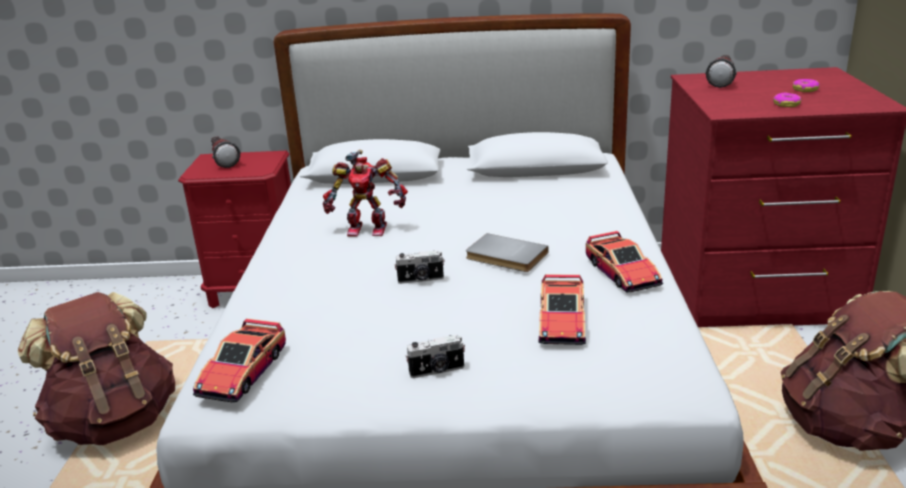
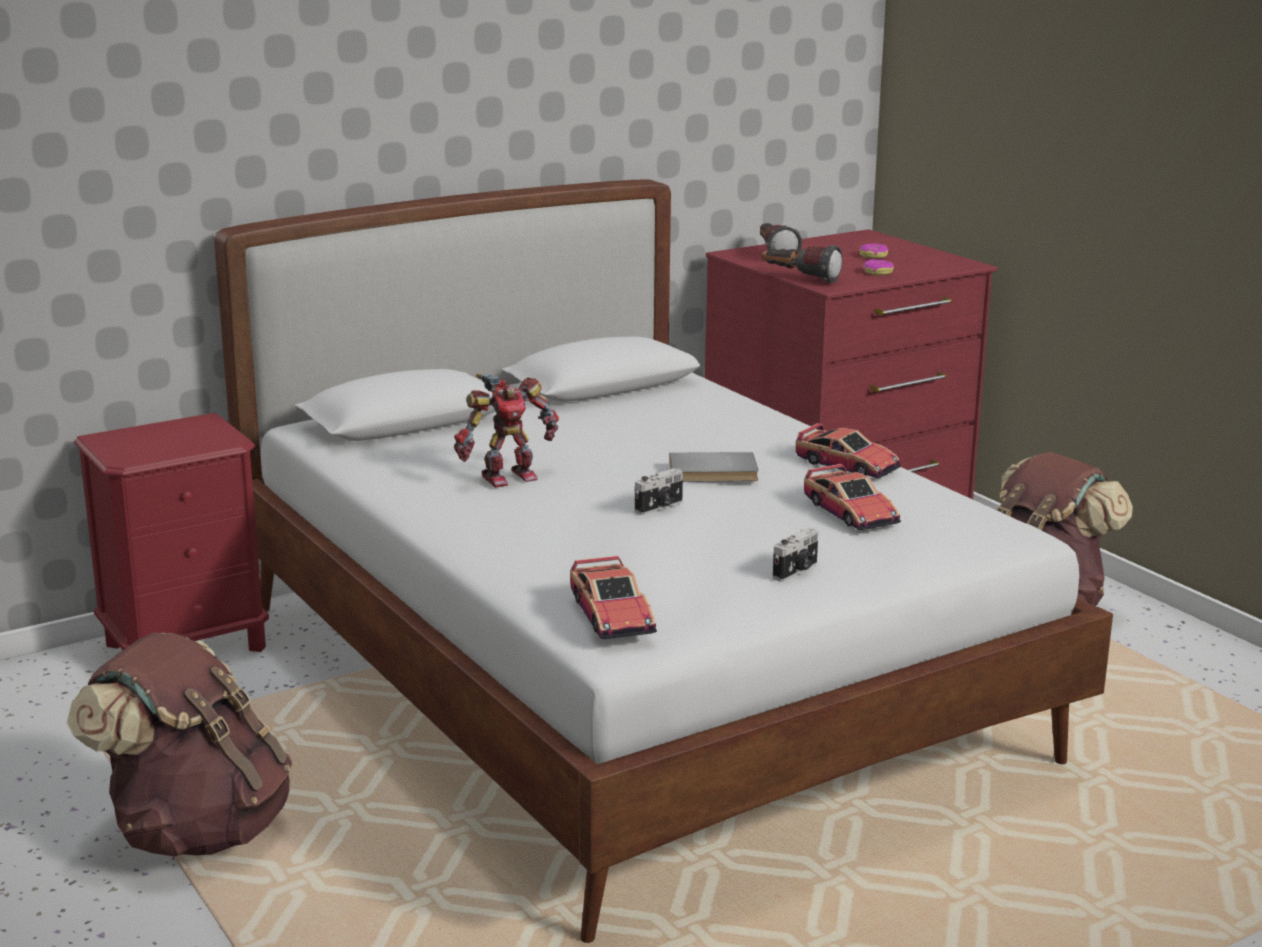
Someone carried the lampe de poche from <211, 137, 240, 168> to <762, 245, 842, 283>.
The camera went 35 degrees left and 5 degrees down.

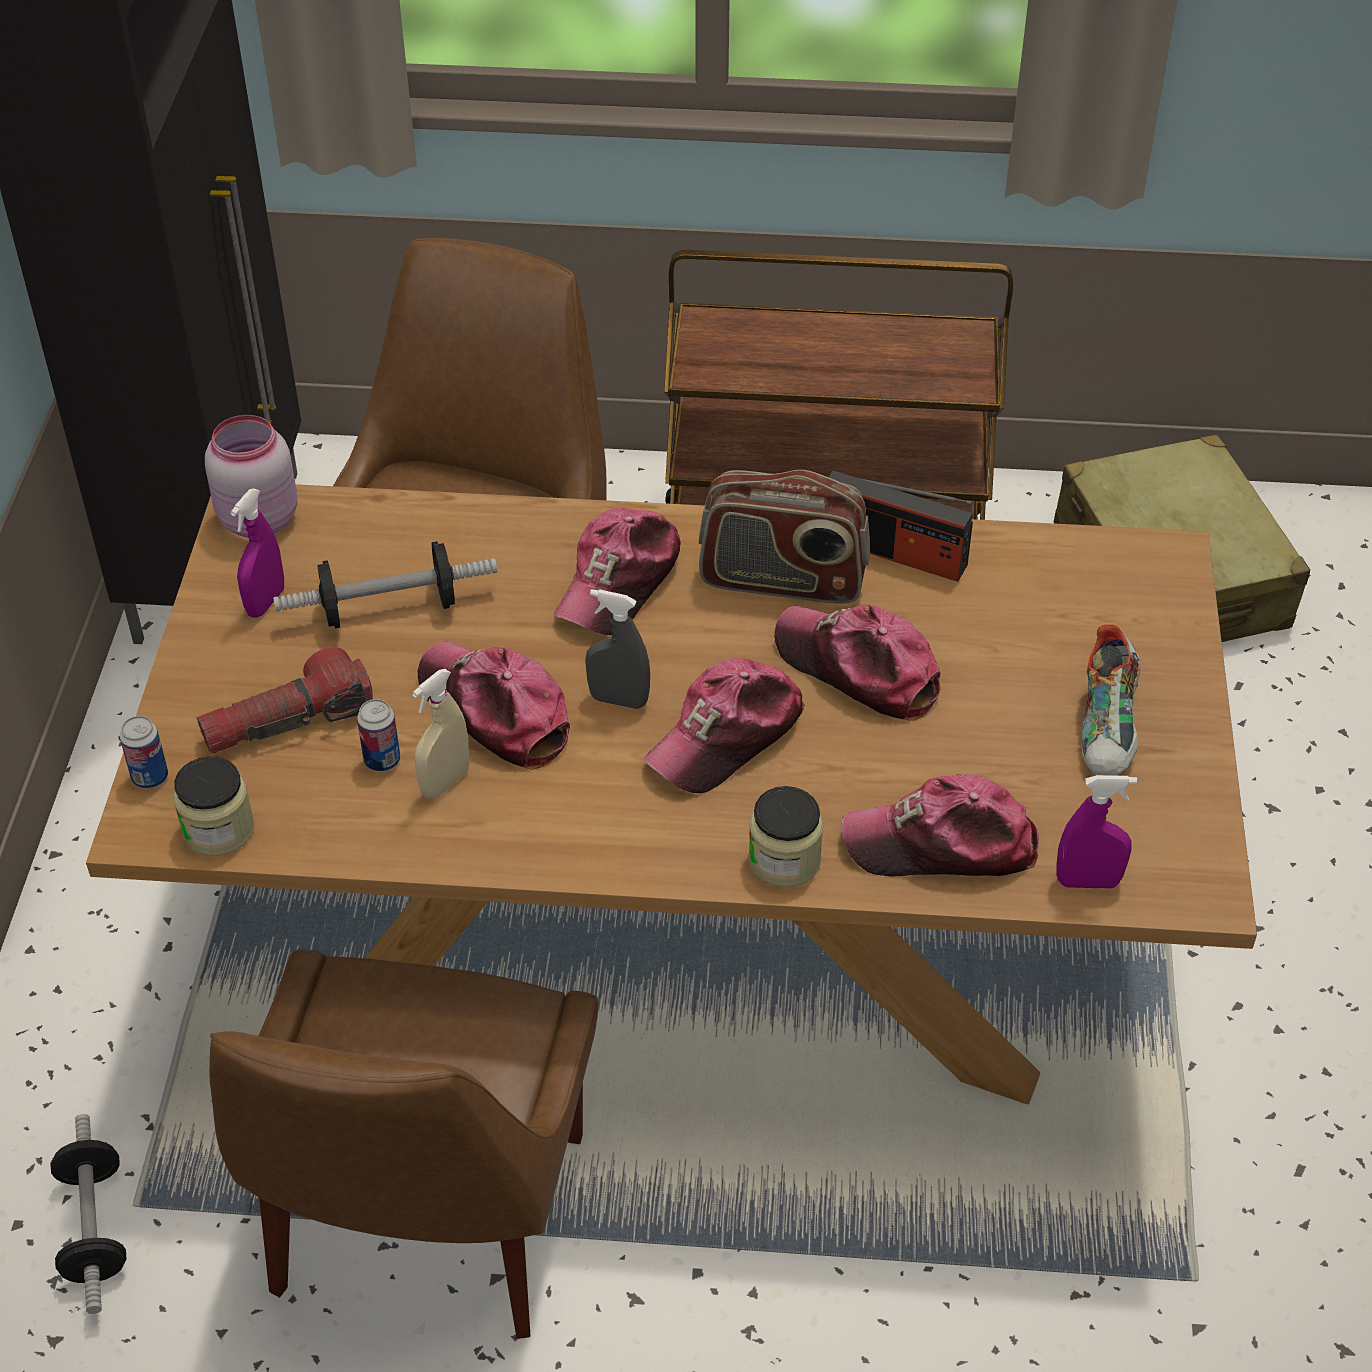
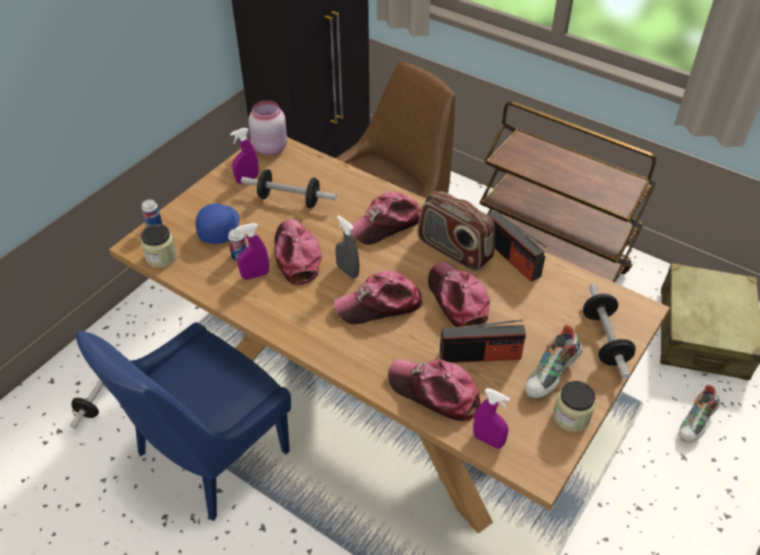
Someone swapped the lampe de poche at <197, 647, 373, 754> for the casquette/bleu at <196, 203, 240, 244>.
Someone repainted the chaise/marron at <209, 949, 598, 1339>, which became the chaise/bleu at <76, 322, 291, 521>.
Someone repainted the vaporisateur/beige at <412, 669, 469, 799>, which became the vaporisateur/violet at <236, 223, 269, 280>.
Someone carried the bocal from <748, 786, 824, 887> to <553, 381, 596, 432>.
Someone put down the radio at <440, 319, 526, 363>.
Someone put down the haltère at <583, 284, 636, 379>.
Someone put down the chaussure at <679, 385, 720, 443>.
The camera went 30 degrees right and 0 degrees up.

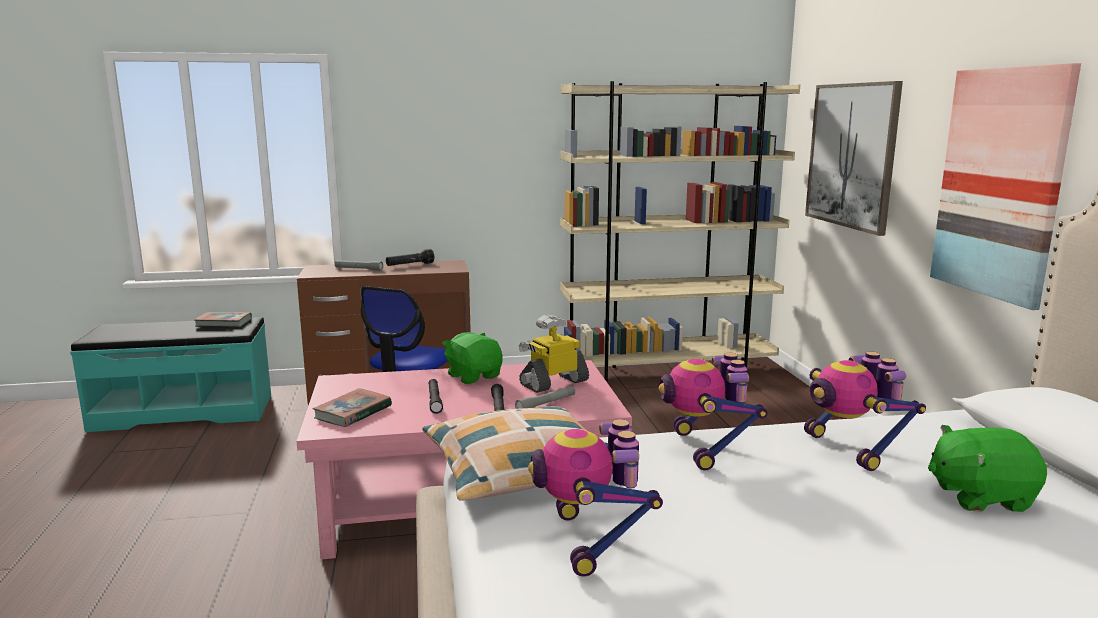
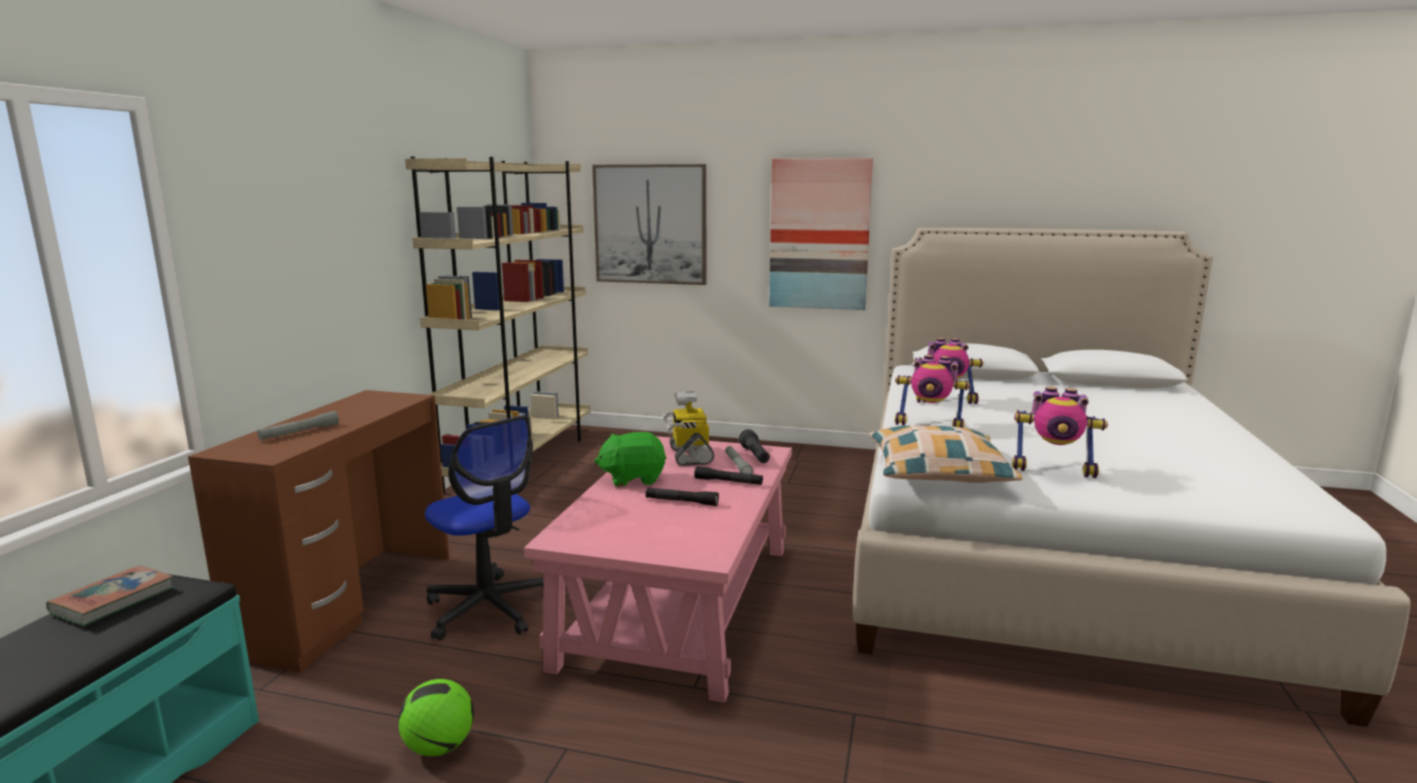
Someone took away the livre at <312, 388, 392, 427>.
Someone carried the lampe de poche/noir from <386, 249, 434, 266> to <739, 429, 770, 463>.
Someone took away the peluche/vert at <928, 425, 1047, 512>.
Someone put down the ballon de foot at <398, 679, 474, 756>.
The camera went 65 degrees left and 0 degrees up.

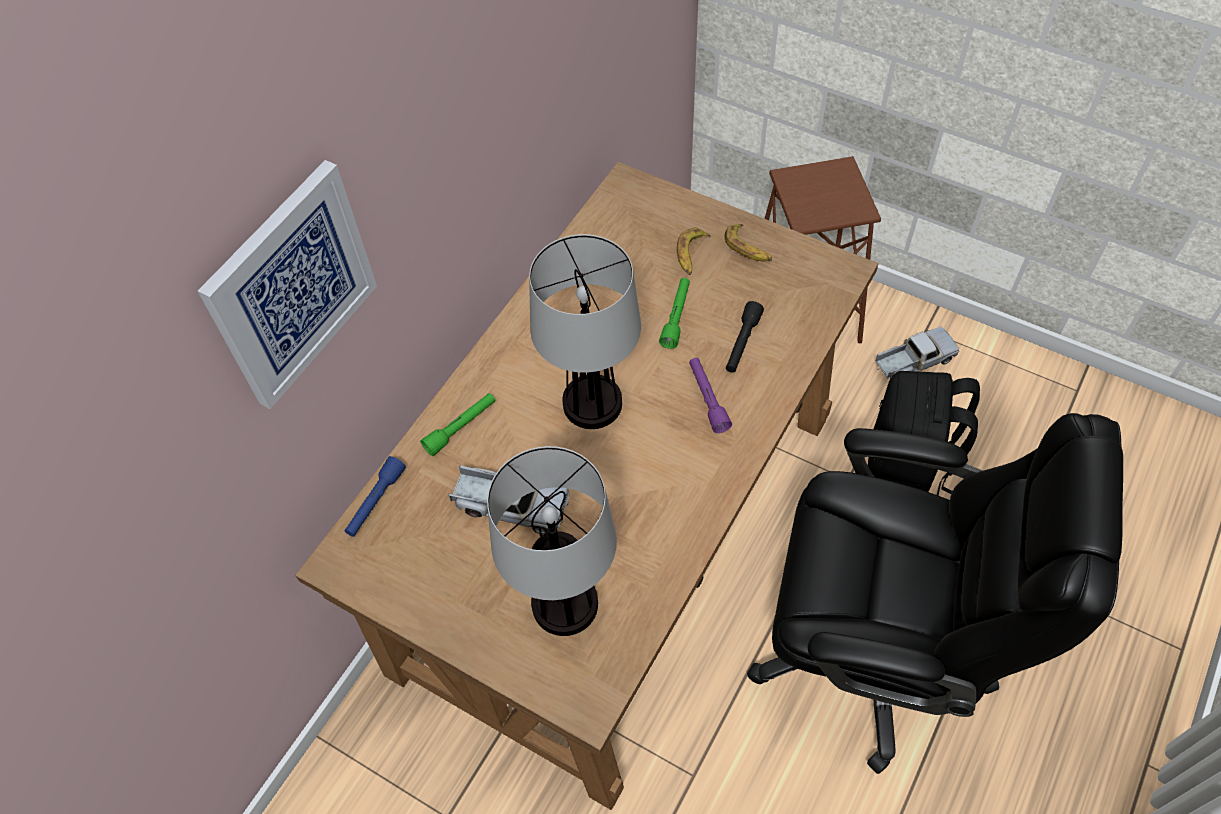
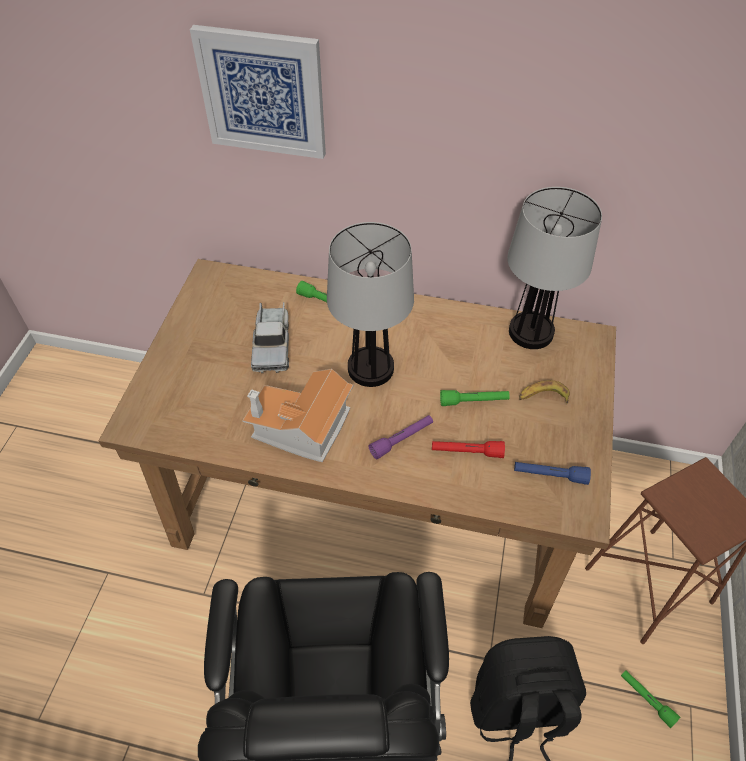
Someone carried the lampe de poche/bleu from <344, 456, 406, 537> to <514, 462, 591, 485>.
Someone carried the lampe de table from <487, 446, 617, 636> to <507, 187, 602, 349>.
Someone took away the banane at <724, 224, 772, 261>.
Someone repainted the lampe de poche/noir at <726, 301, 764, 373>, which became the lampe de poche/rouge at <432, 441, 505, 458>.
Someone swapped the camion jouet at <875, 327, 959, 379> for the lampe de poche/vert at <621, 670, 680, 728>.
Someone put down the maison miniature at <242, 369, 354, 463>.
The camera went 70 degrees right and 5 degrees down.

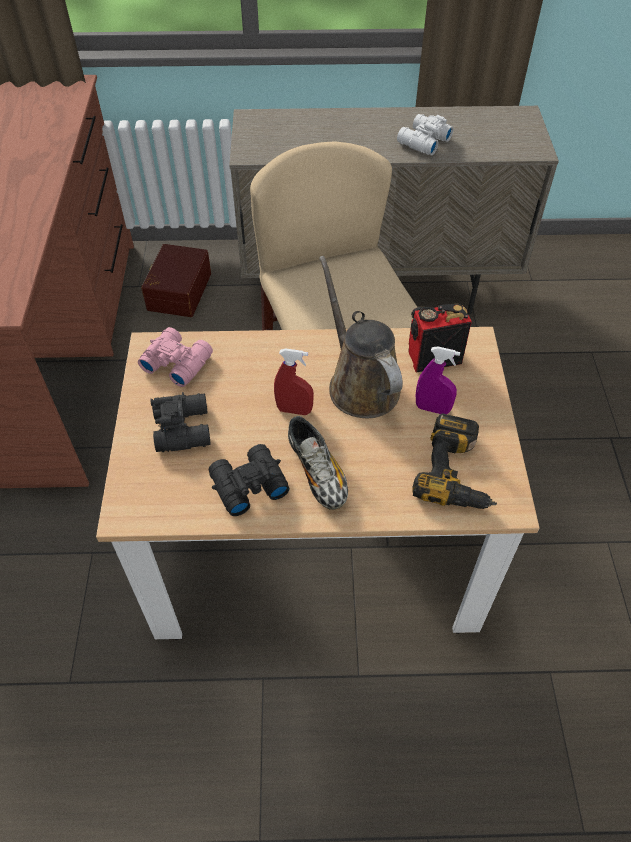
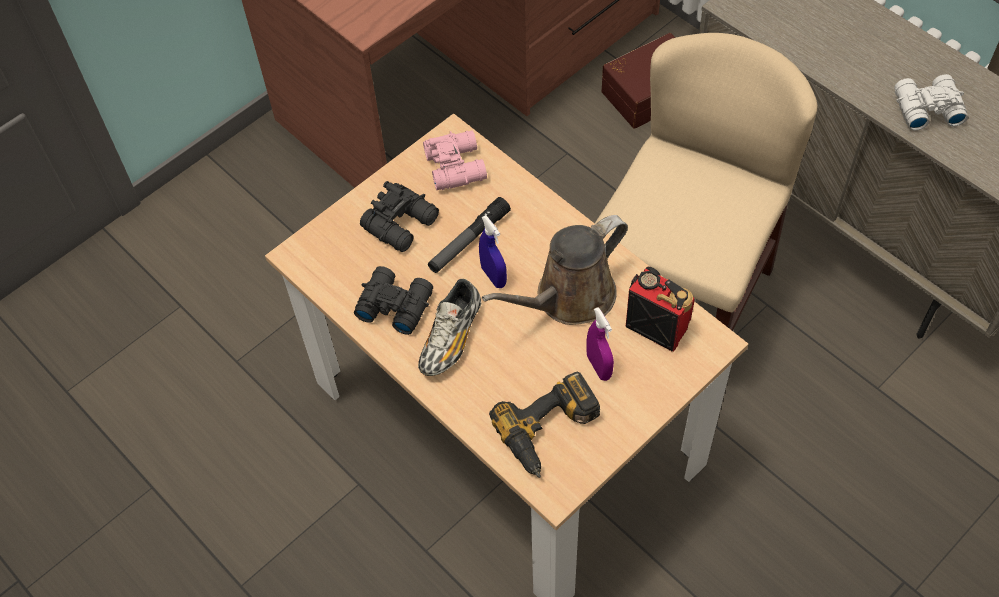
Someone repainted the vaporisateur/rouge at <274, 348, 314, 415>, which became the vaporisateur/bleu at <479, 215, 507, 288>.
Someone rotated the arrosoir/marron at <319, 256, 403, 418> by 150 degrees counterclockwise.
Someone put down the lampe de poche at <428, 197, 511, 273>.
The camera went 50 degrees right and 5 degrees up.

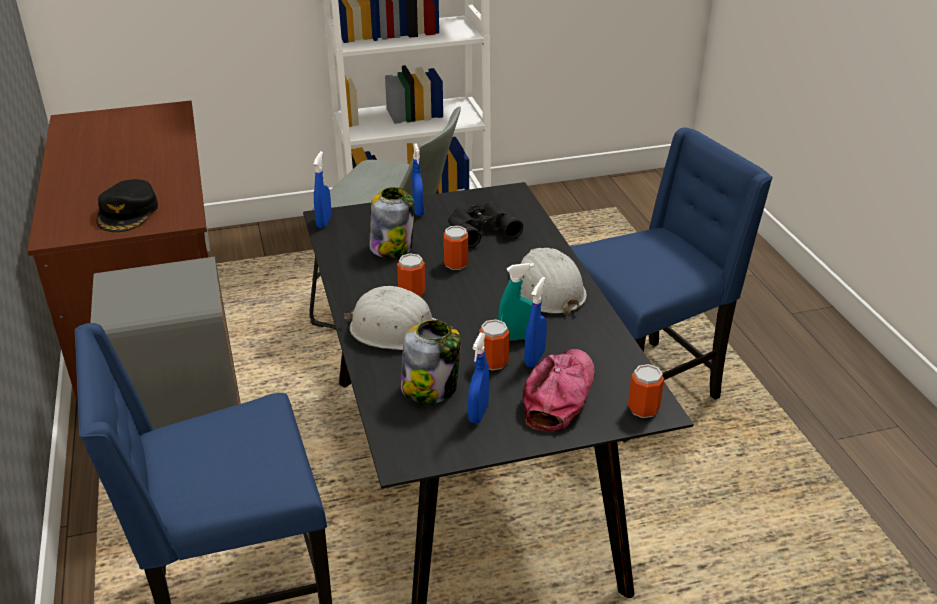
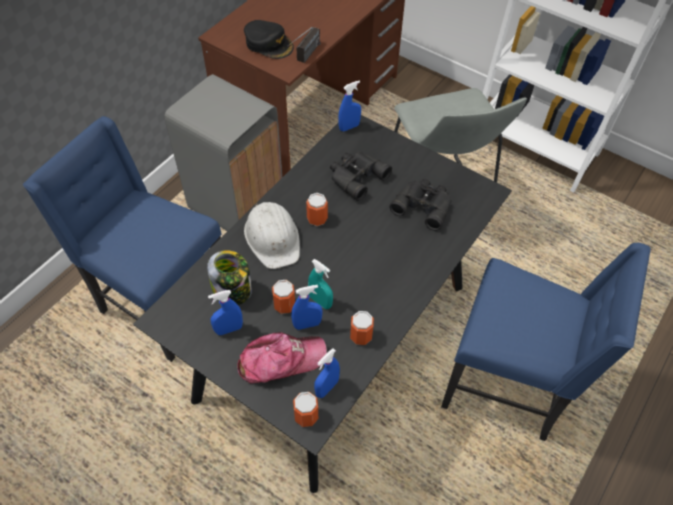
Someone rotated the casquette/noir at <97, 179, 158, 232> by 105 degrees counterclockwise.
Someone swapped the bocal at <369, 187, 414, 258> for the jumelles/noir at <330, 151, 392, 201>.
Someone carried the vaporisateur/bleu from <412, 143, 424, 216> to <314, 348, 340, 398>.
Someone carried the boîte métallique from <444, 226, 468, 270> to <350, 311, 374, 345>.
Someone took away the casque de chantier/blanc at <509, 248, 587, 316>.
Someone put down the radio at <287, 27, 321, 63>.
The camera went 50 degrees right and 20 degrees up.

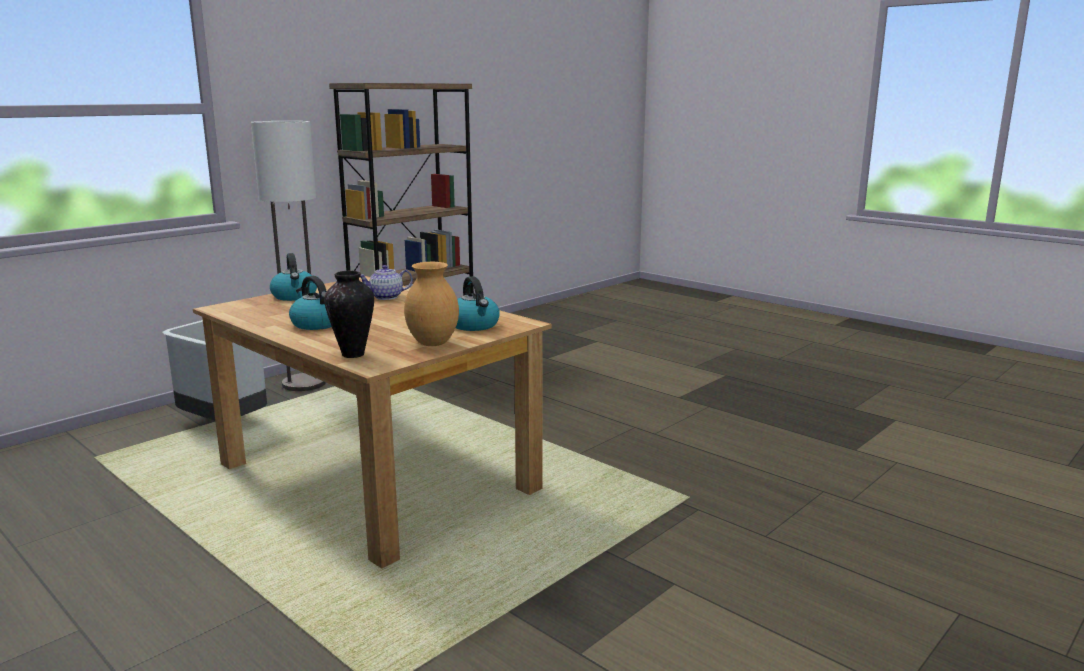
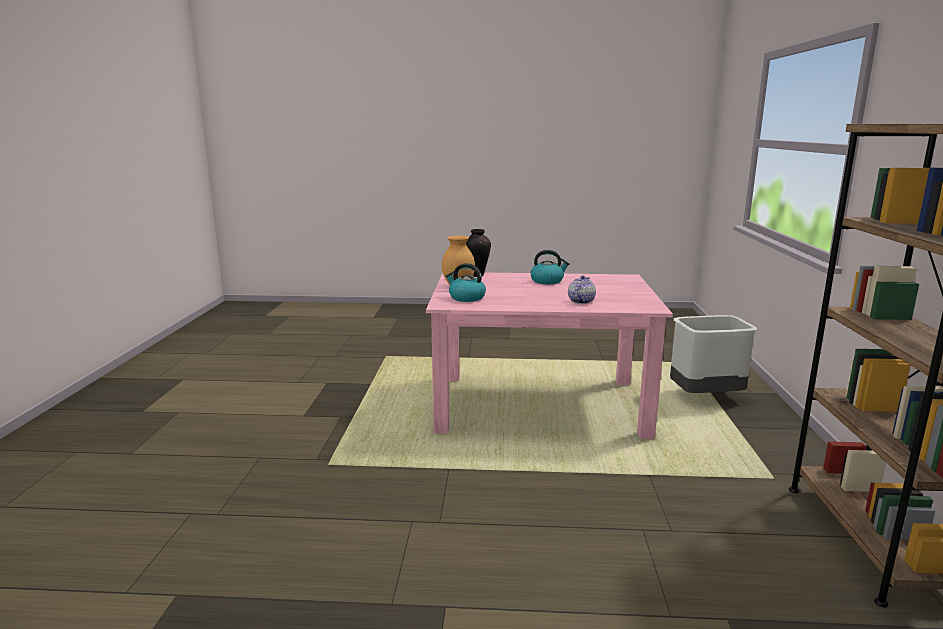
Someone repainted the table à manger/marron at <193, 276, 552, 568>, which became the table à manger/rose at <426, 273, 673, 439>.
Someone took away the lampadaire at <251, 121, 326, 391>.
Someone took away the bouilloire at <270, 253, 317, 301>.
The camera went 140 degrees right and 0 degrees up.

